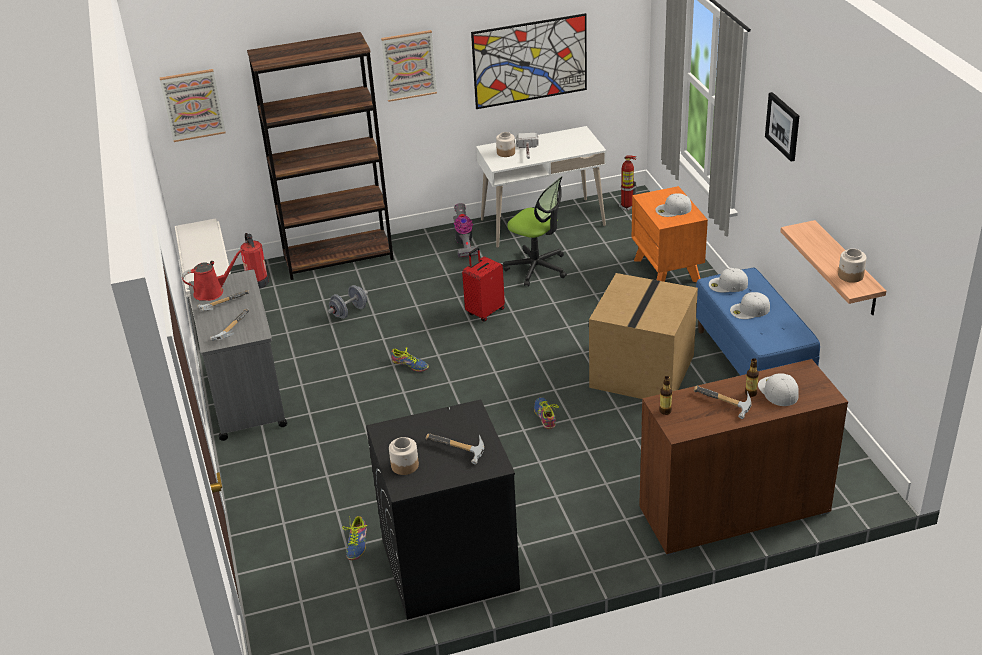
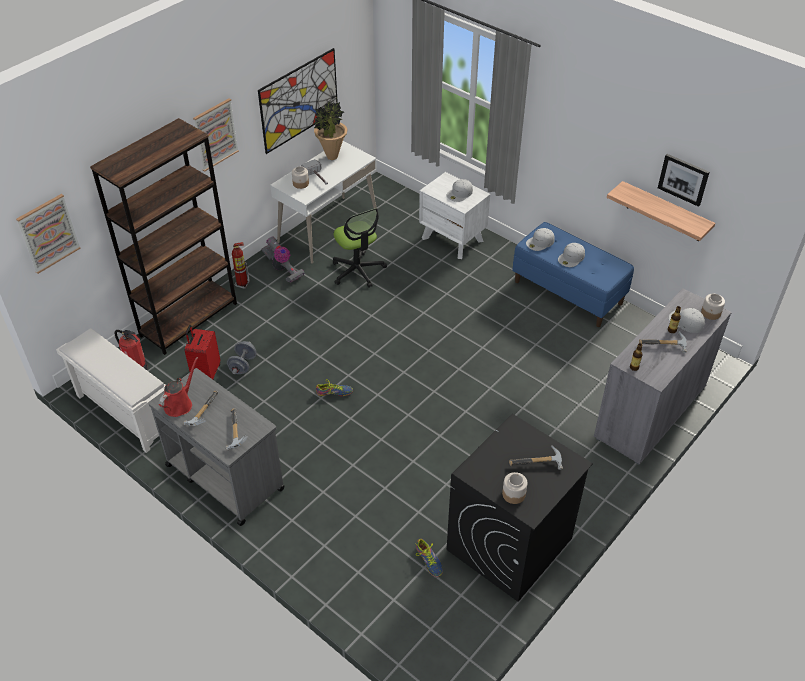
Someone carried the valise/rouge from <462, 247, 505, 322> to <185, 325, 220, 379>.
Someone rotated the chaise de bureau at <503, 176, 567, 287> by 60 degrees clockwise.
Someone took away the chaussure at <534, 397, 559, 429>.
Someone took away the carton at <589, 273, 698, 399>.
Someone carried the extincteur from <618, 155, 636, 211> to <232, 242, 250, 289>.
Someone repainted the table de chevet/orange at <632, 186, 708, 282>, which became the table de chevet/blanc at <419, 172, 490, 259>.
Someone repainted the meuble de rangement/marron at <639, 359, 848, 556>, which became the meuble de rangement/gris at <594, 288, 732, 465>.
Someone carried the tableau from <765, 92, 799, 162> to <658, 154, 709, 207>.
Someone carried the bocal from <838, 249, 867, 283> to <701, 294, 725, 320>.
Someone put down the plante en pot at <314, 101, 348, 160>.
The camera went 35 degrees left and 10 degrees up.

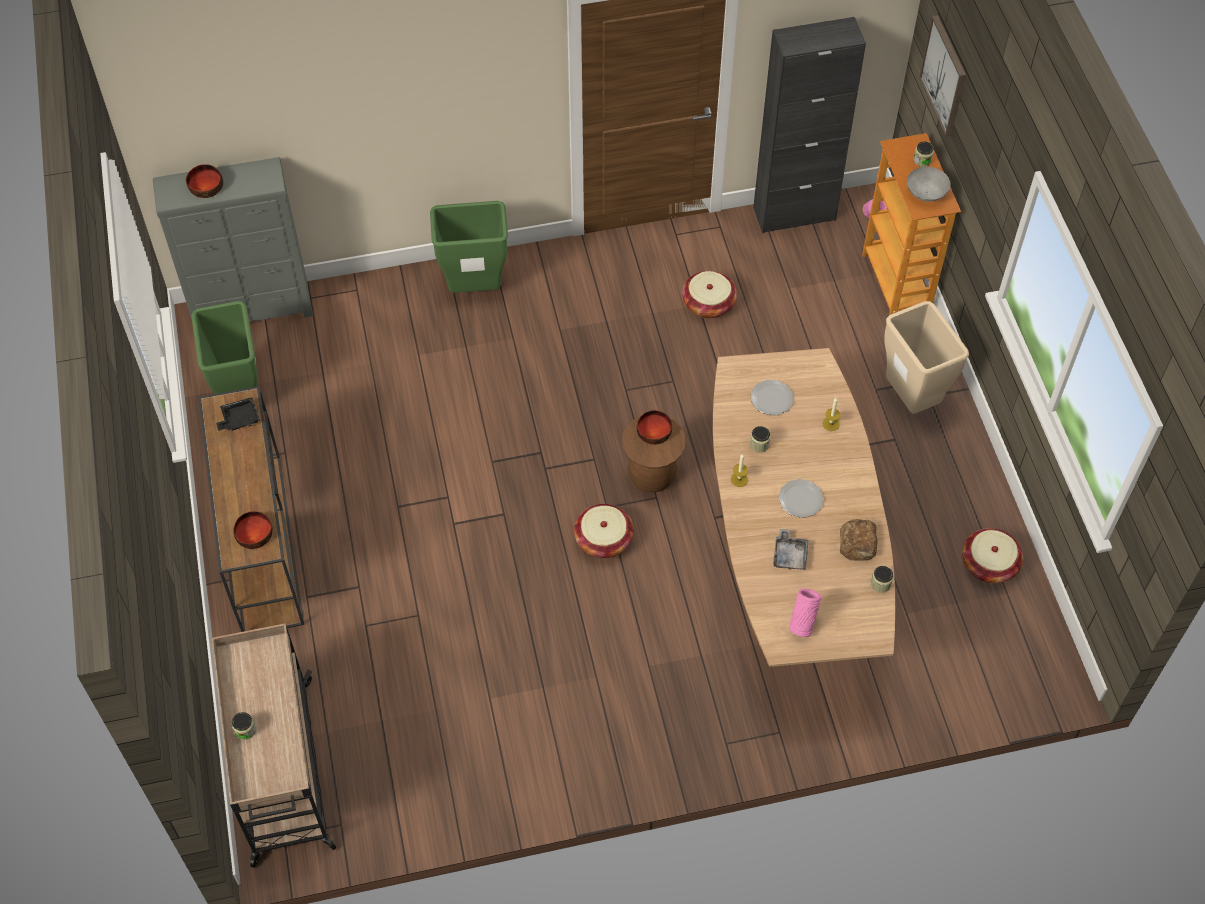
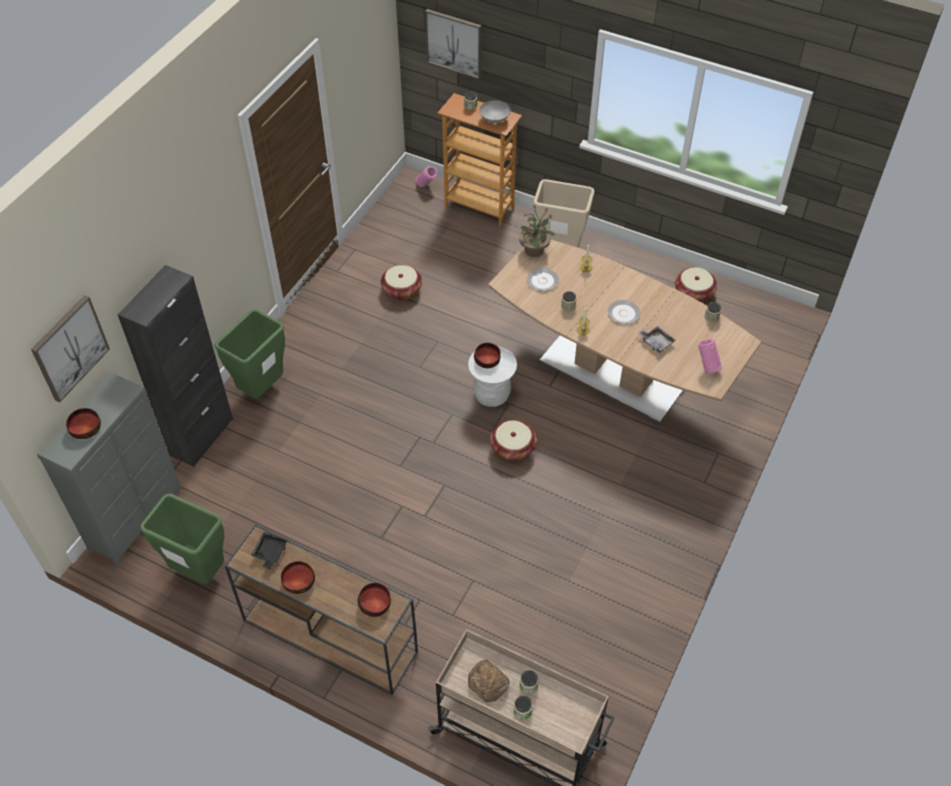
Someone repainted the tabouret/marron at <622, 416, 686, 492>, which became the tabouret/blanc at <468, 346, 517, 407>.
Someone carried the meuble de rangement/noir from <753, 17, 866, 233> to <118, 265, 233, 467>.
Someone carried the pain from <840, 519, 878, 561> to <468, 660, 510, 702>.
Someone put up the tableau at <31, 295, 110, 402>.
Someone put down the bol at <281, 561, 315, 594>.
Someone put down the plante en pot at <519, 205, 555, 257>.
Someone put down the bocal at <519, 670, 539, 694>.
The camera went 50 degrees left and 5 degrees down.

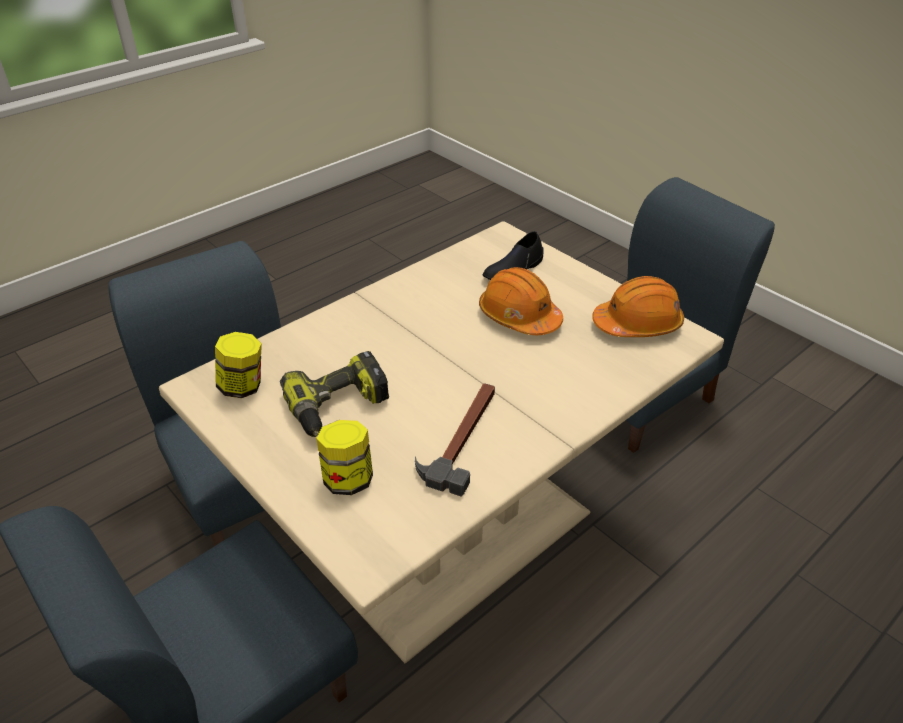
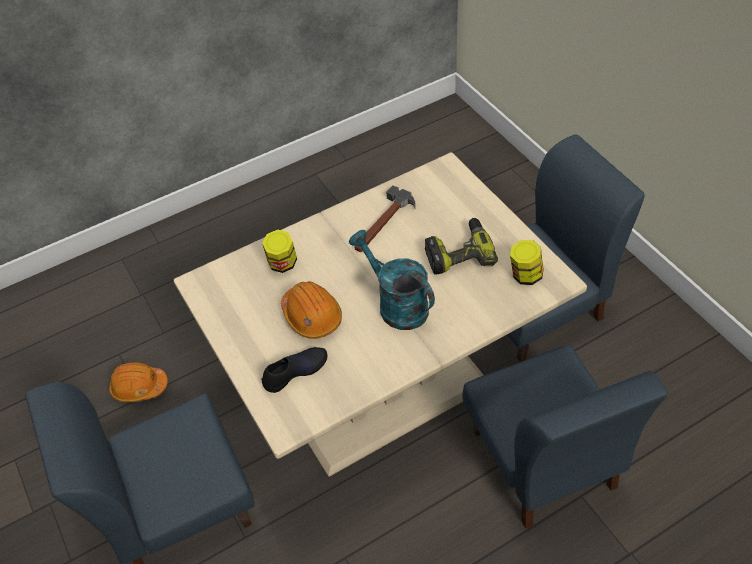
Someone carried the bocal from <316, 420, 373, 495> to <262, 229, 297, 273>.
Someone carried the casque de chantier/orange from <592, 276, 684, 337> to <109, 362, 168, 402>.
Someone put down the arrosoir/turquoise at <349, 230, 435, 330>.
The camera went 165 degrees left and 10 degrees up.

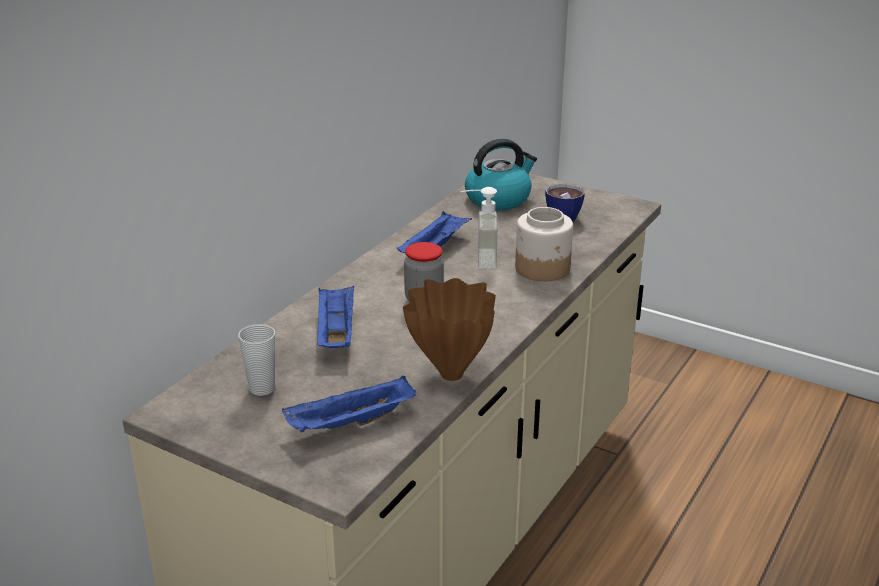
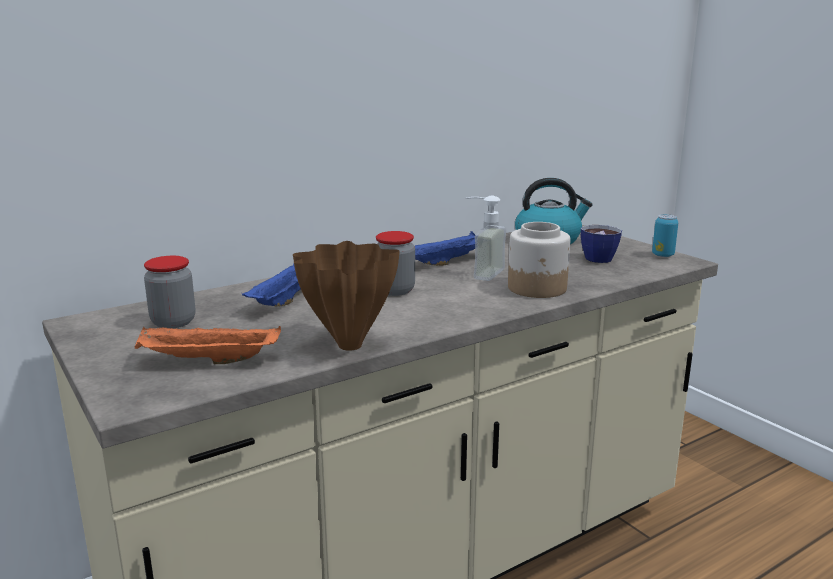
Someone swapped the tasse at <238, 324, 275, 396> for the bocal at <144, 256, 195, 329>.
Someone repainted the plateau/bleu at <282, 376, 416, 433>, which became the plateau/orange at <135, 326, 281, 364>.
Someone put down the boîte métallique at <652, 214, 678, 257>.
The camera went 25 degrees right and 10 degrees down.

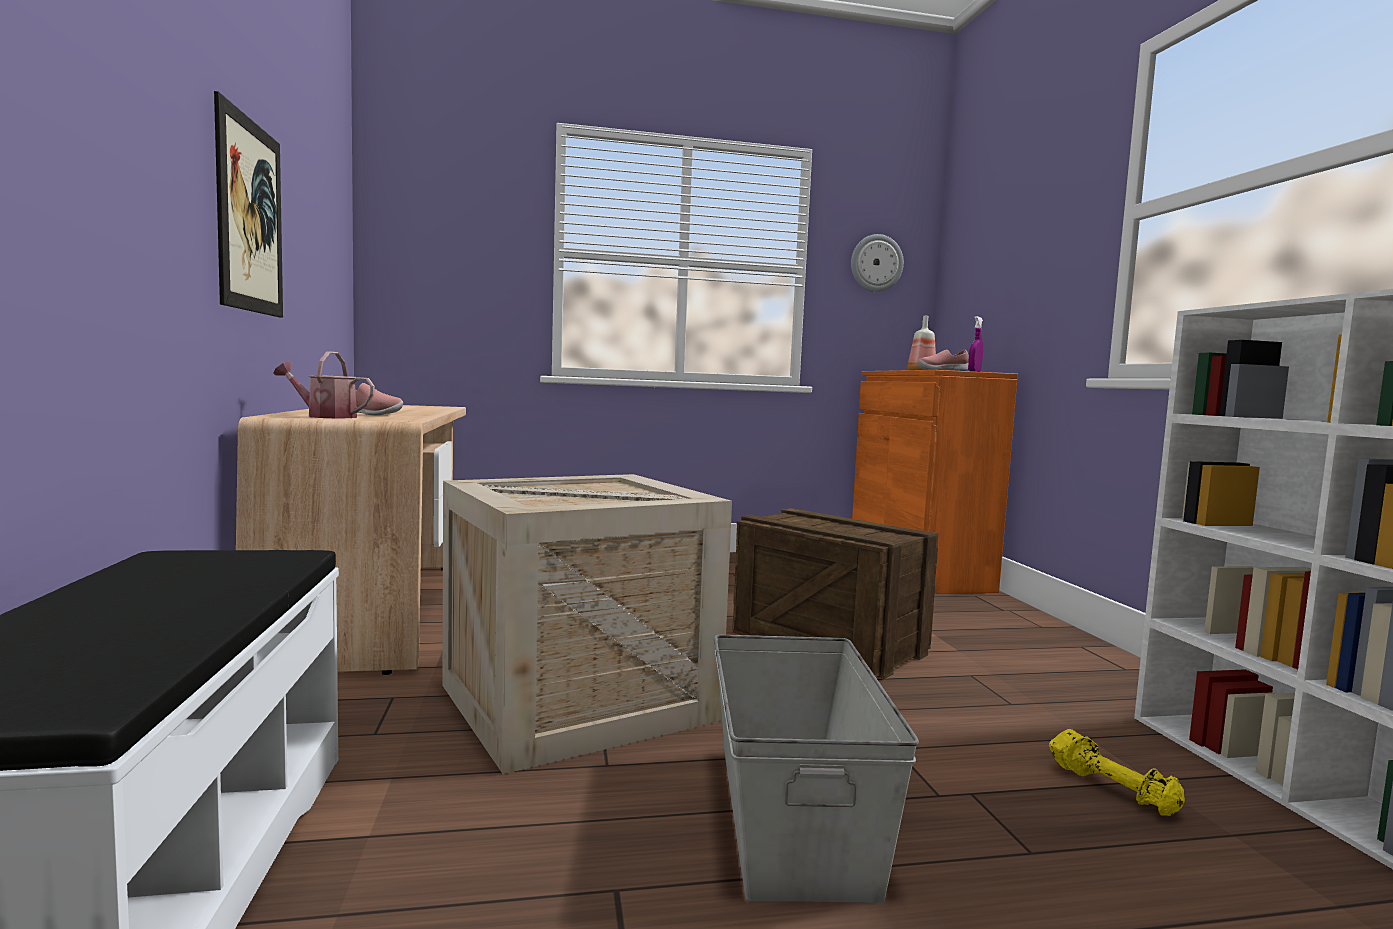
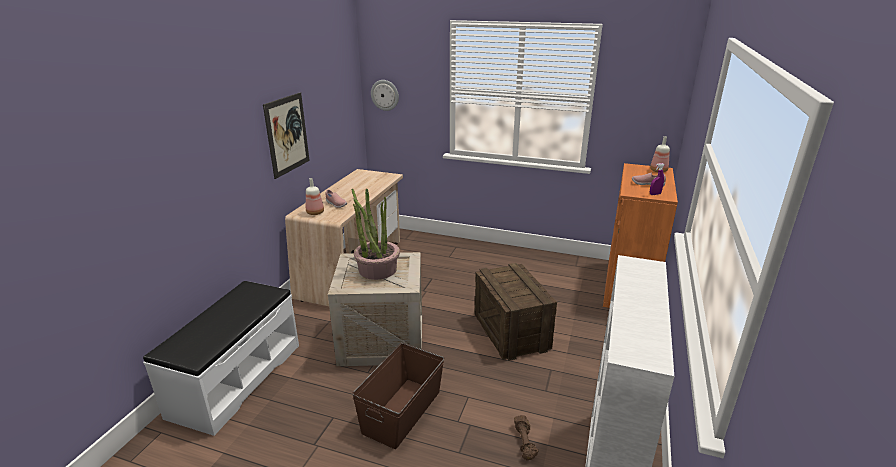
Someone swapped the arrosoir at <274, 351, 375, 418> for the bouteille at <306, 178, 324, 215>.
Someone repainted the boîte de rangement/gris at <714, 635, 919, 903>, which became the boîte de rangement/marron at <352, 343, 444, 449>.
Someone carried the horloge murale from <851, 234, 904, 292> to <371, 80, 399, 111>.
Someone repainted the haltère/jaune at <1049, 729, 1185, 816>, which became the haltère/marron at <514, 415, 538, 460>.
Someone put down the plante en pot at <352, 189, 400, 280>.
The camera went 30 degrees right and 20 degrees up.

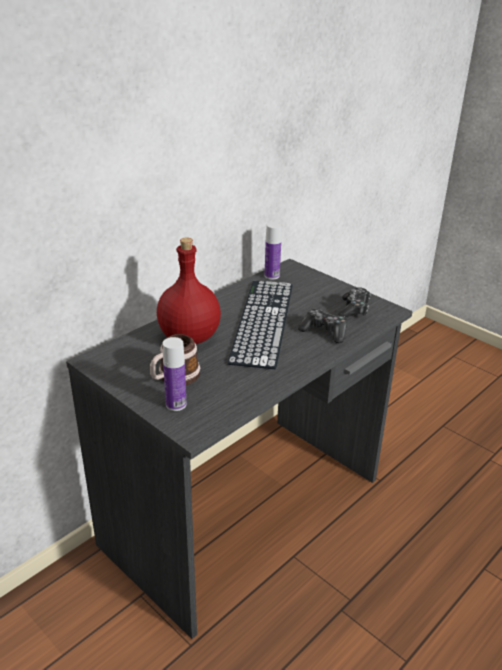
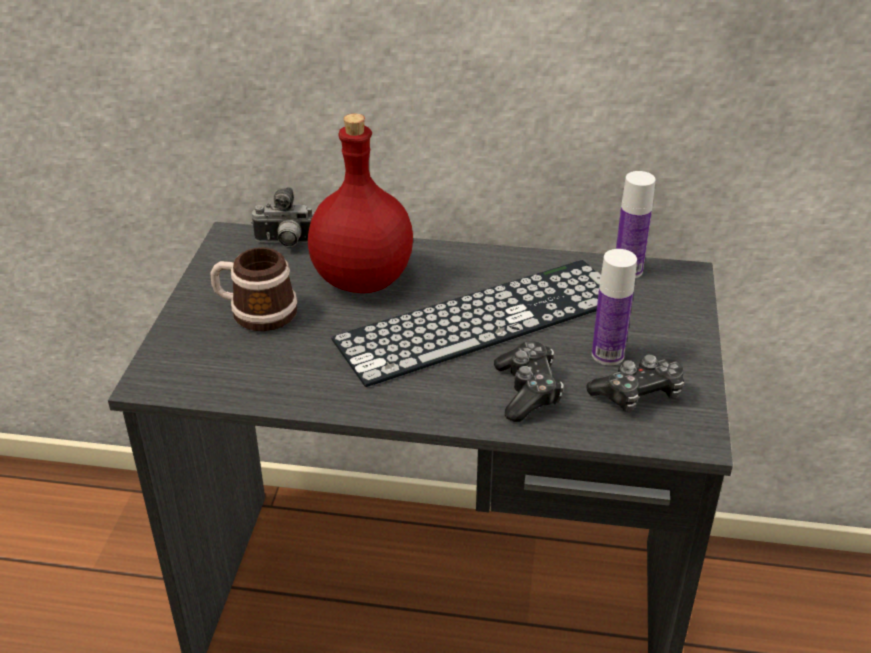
Someone carried the bouteille from <163, 337, 186, 411> to <592, 249, 637, 366>.
Someone put down the appareil photo at <251, 187, 315, 247>.
The camera went 55 degrees right and 5 degrees up.

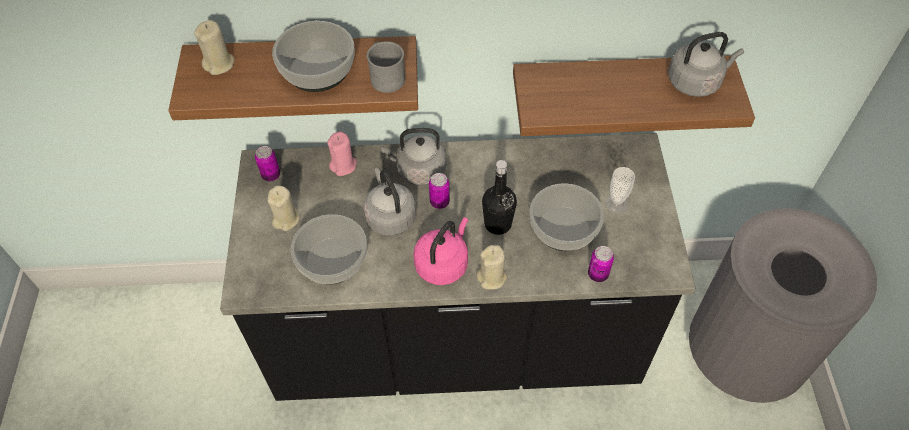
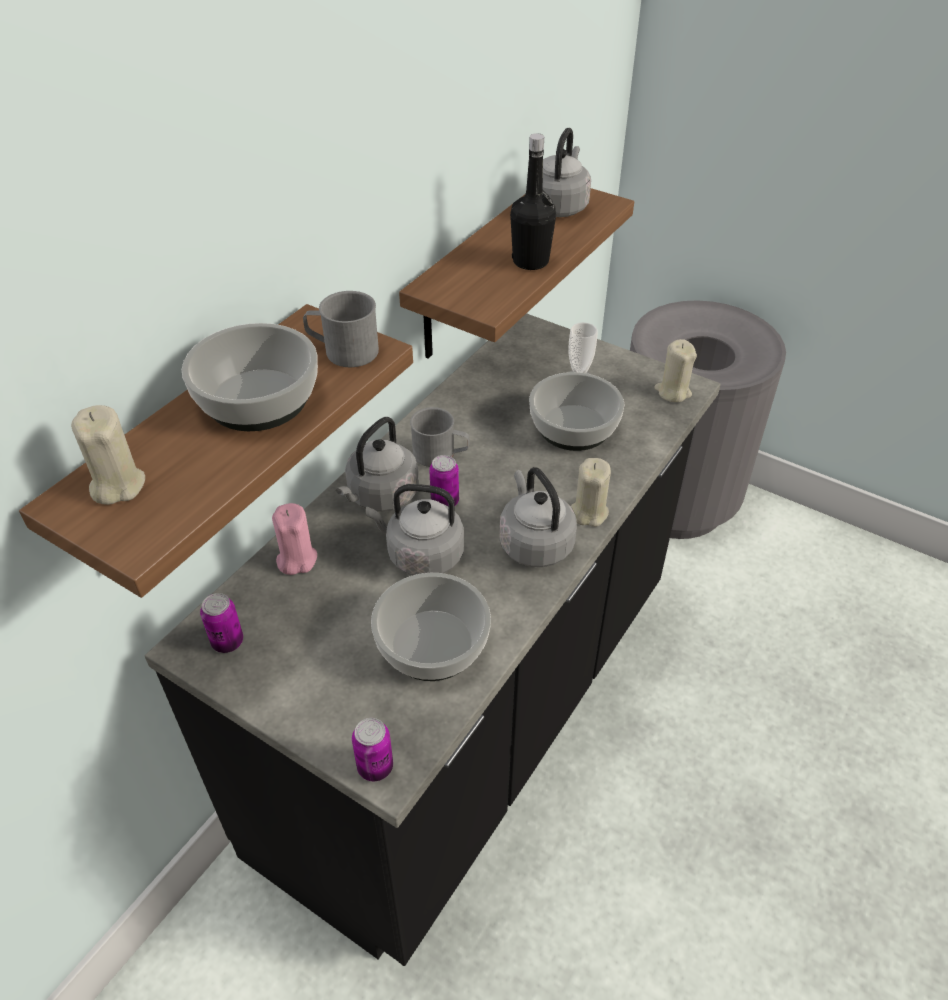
Someone carried the bougie/beige from <268, 186, 300, 231> to <654, 339, 697, 402>.
Someone repainted the bouilloire/rose at <414, 218, 468, 285>, which became the bouilloire/gris at <499, 467, 577, 567>.
Someone carried the bouteille/noir from <482, 160, 517, 235> to <510, 133, 556, 270>.
Someone carried the boîte métallique from <588, 246, 614, 282> to <352, 718, 393, 781>.
Someone put down the mug/gris at <410, 407, 470, 467>.
The camera went 55 degrees left and 10 degrees down.

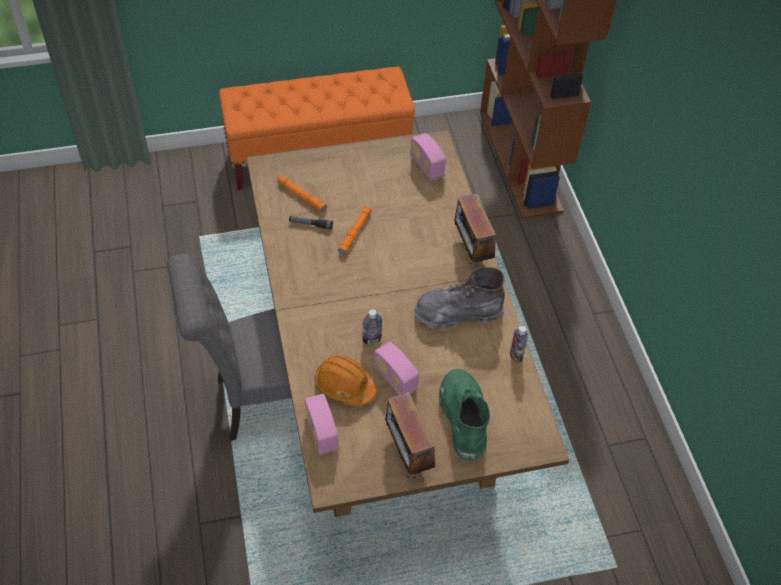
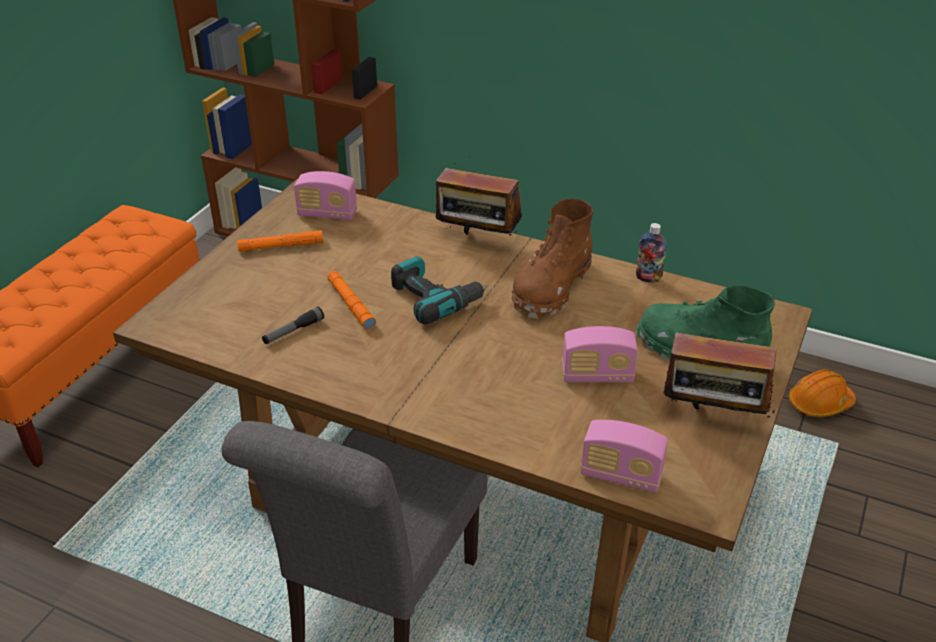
Someone carried the lampe de poche/orange from <277, 176, 327, 213> to <237, 230, 323, 252>.
Someone carried the casque de chantier/orange from <315, 355, 377, 407> to <788, 370, 856, 417>.
Someone took away the bouteille at <362, 309, 383, 345>.
Someone repainted the botte/gris at <415, 267, 505, 330>, which became the botte/marron at <512, 198, 594, 318>.
Someone put down the perceuse at <391, 256, 488, 325>.
The camera went 50 degrees left and 15 degrees down.

